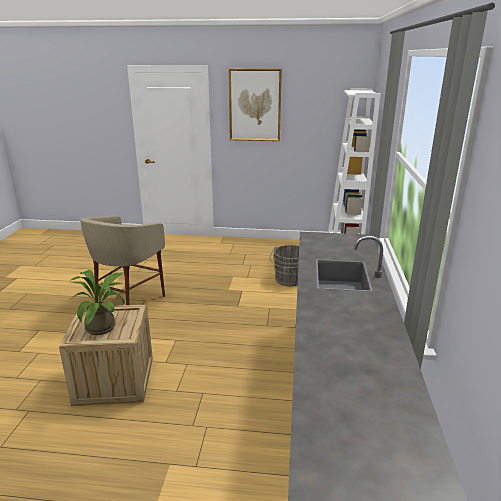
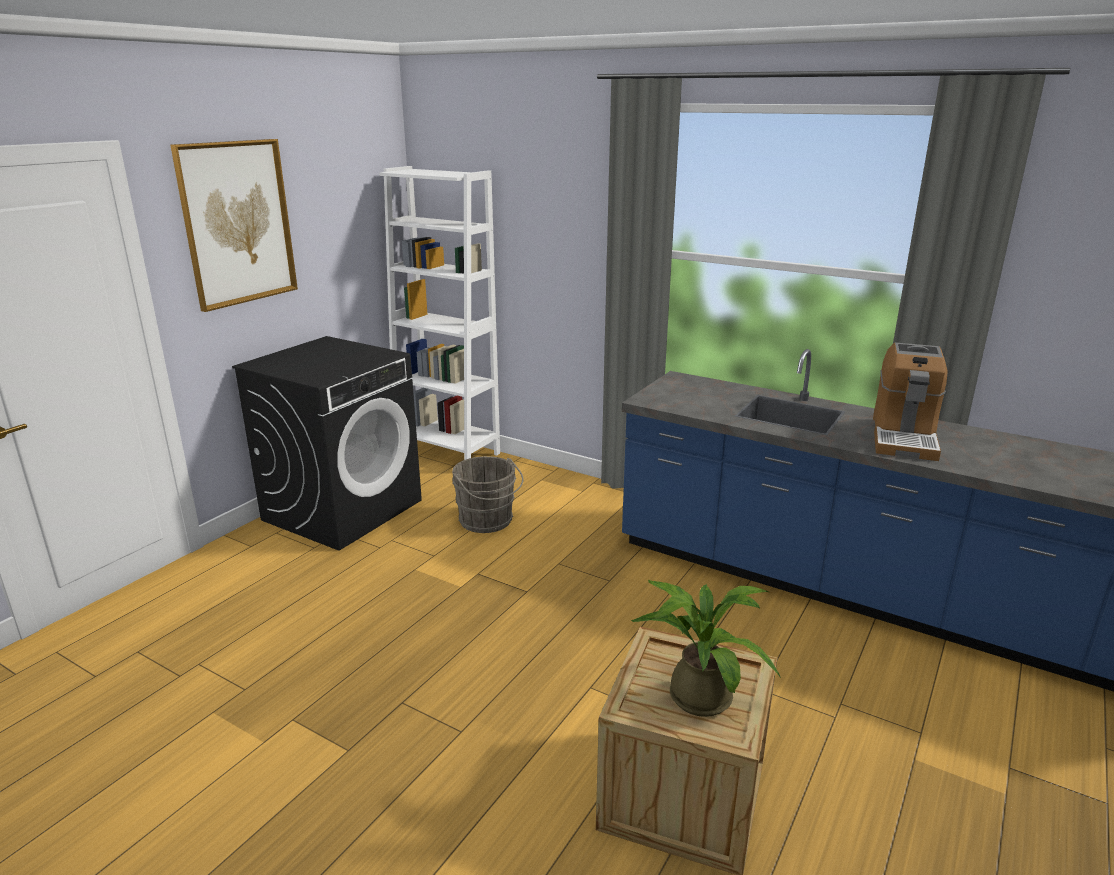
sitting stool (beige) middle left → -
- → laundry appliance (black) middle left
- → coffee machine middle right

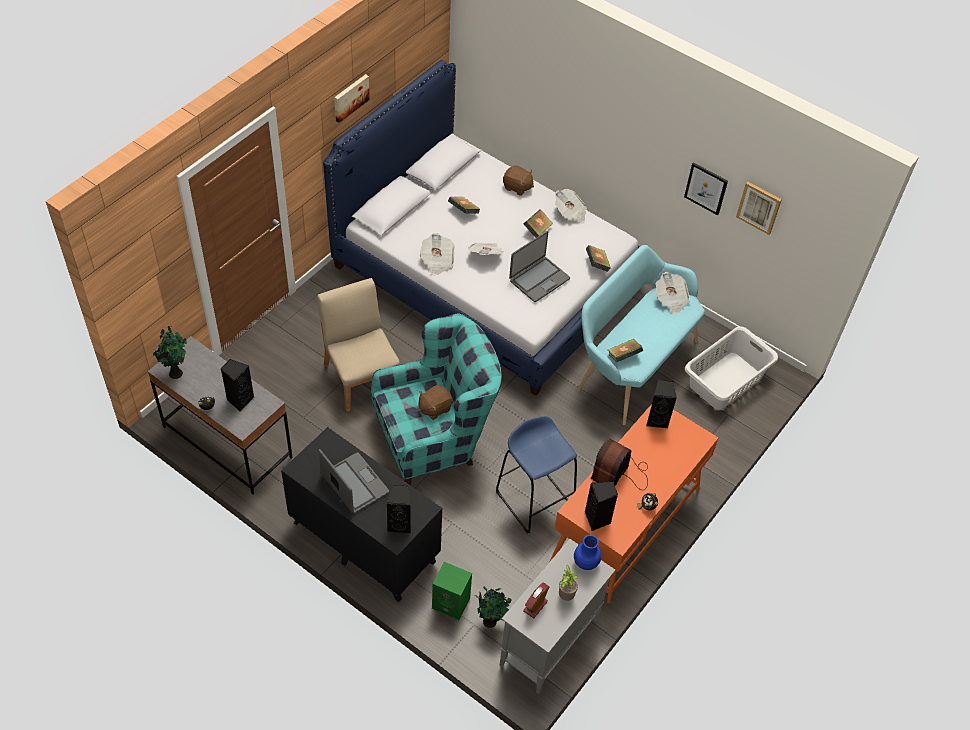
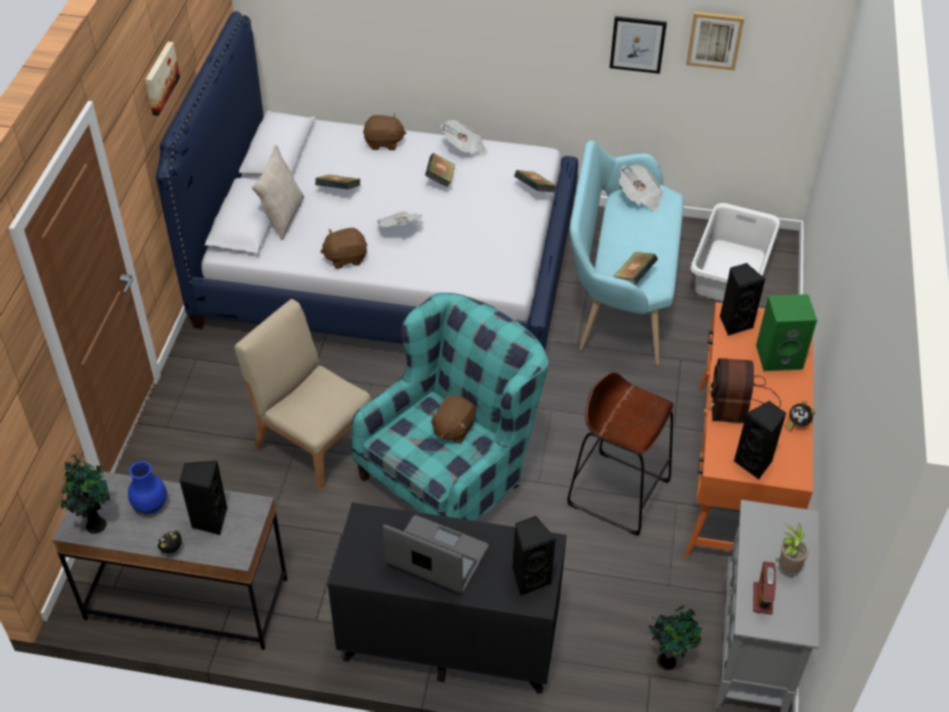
notebook computer (no. 2 from left) centre → -
- → cushion (beige) top left
audio speaker (green-coloured) bottom centre → audio speaker (green-coloured) middle right, relocated
flower vase (bluish) bottom centre → flower vase (bluish) bottom left, relocated
printed paper (no. 1 from left) centre → cuddly toy (brownish) (no. 1 from left) centre
sitting stool (bluish) centre → sitting stool (brownish) centre

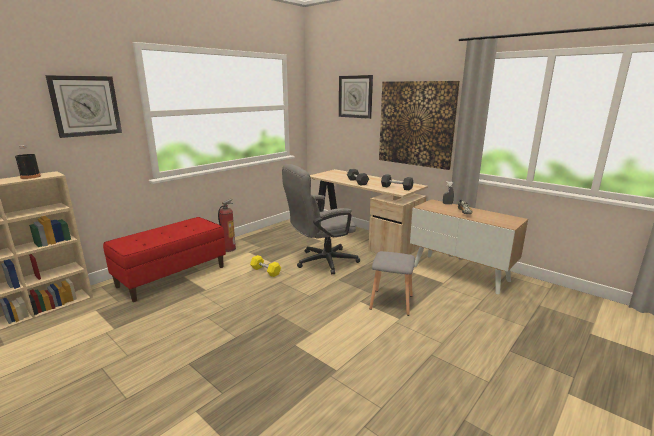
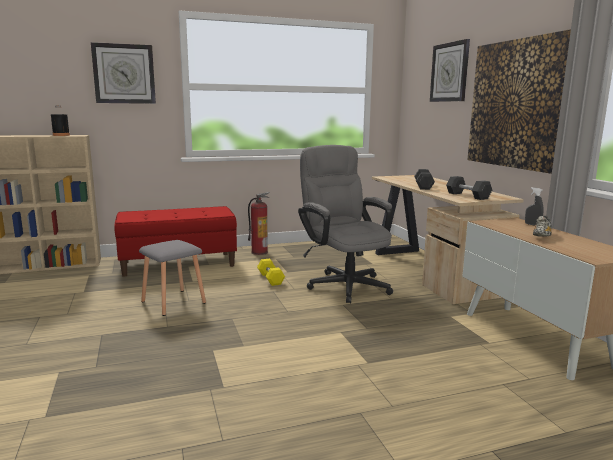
sitting stool (grey) centre → sitting stool (grey) middle left, relocated
computer chair (grey) centre, 60 degrees clockwise

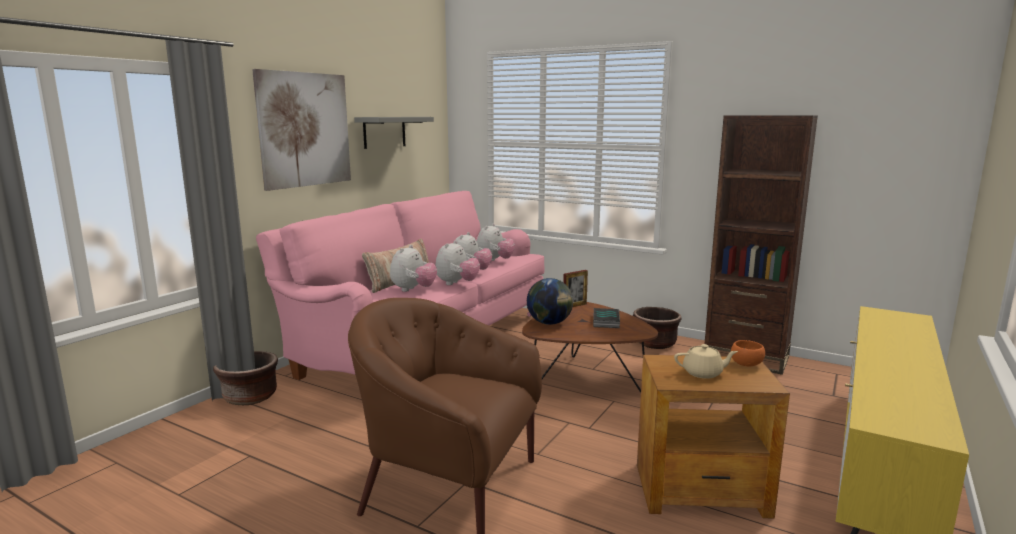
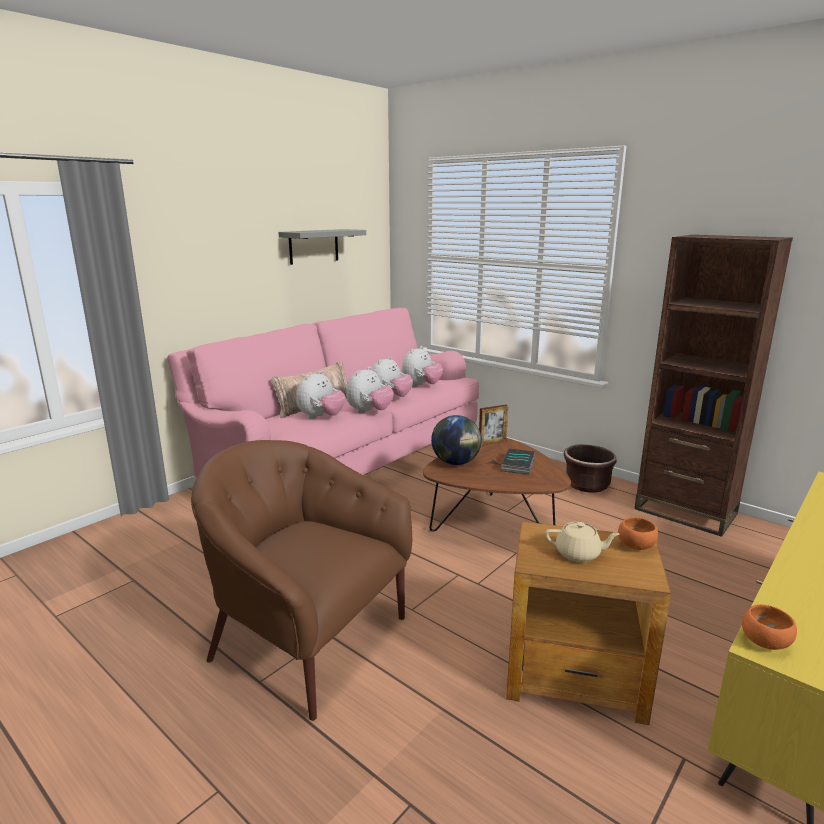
plant pot (brownish) (no. 1 from left) bottom left → -
picture top left → -
- → deep dish (orangey) (no. 2 from left) bottom right

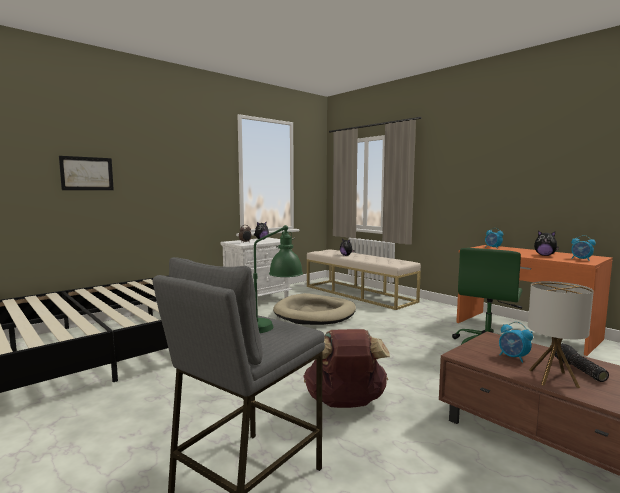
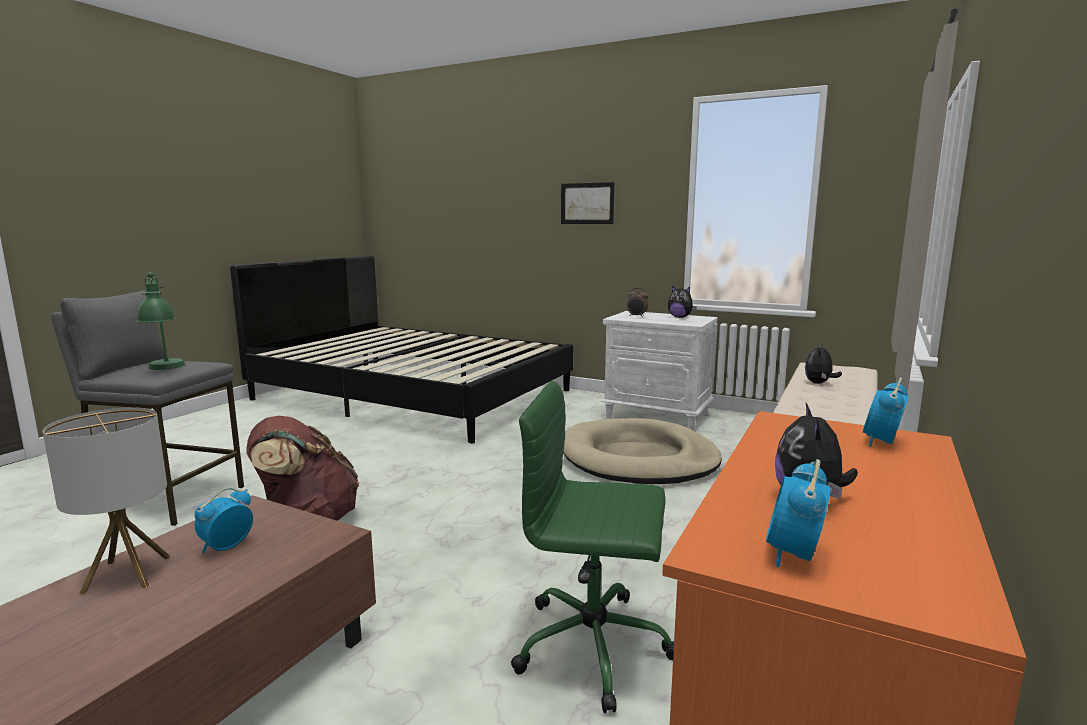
torch bottom right → -
picture middle left → picture top centre, relocated

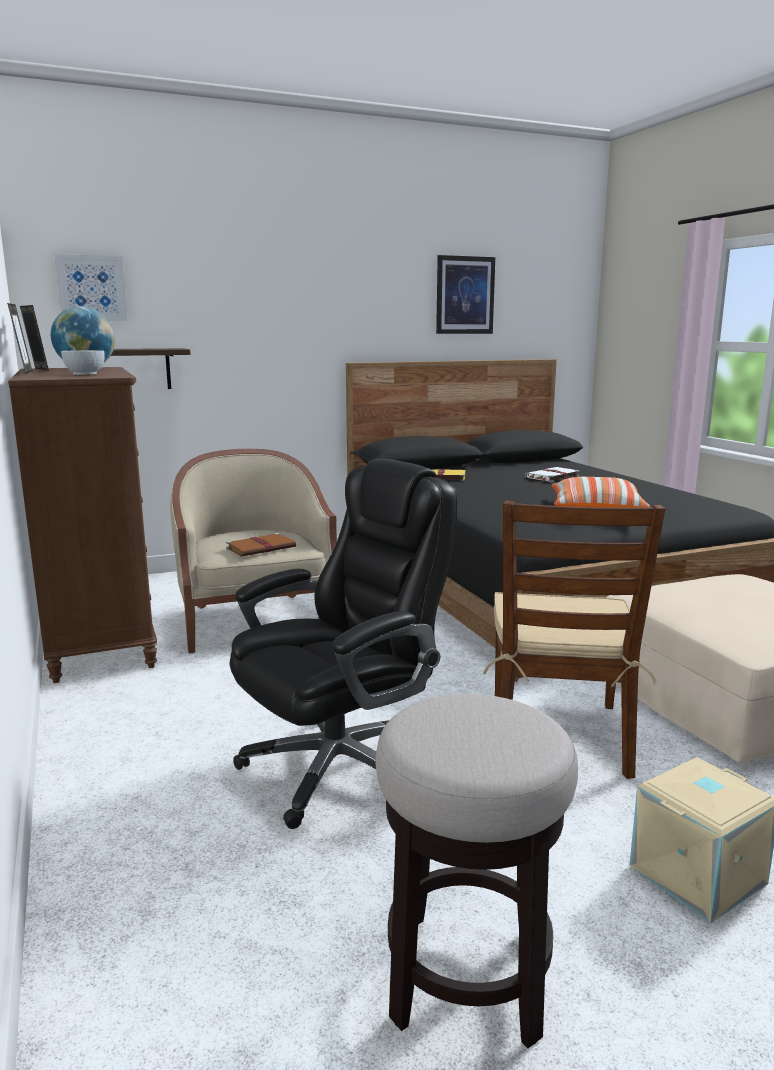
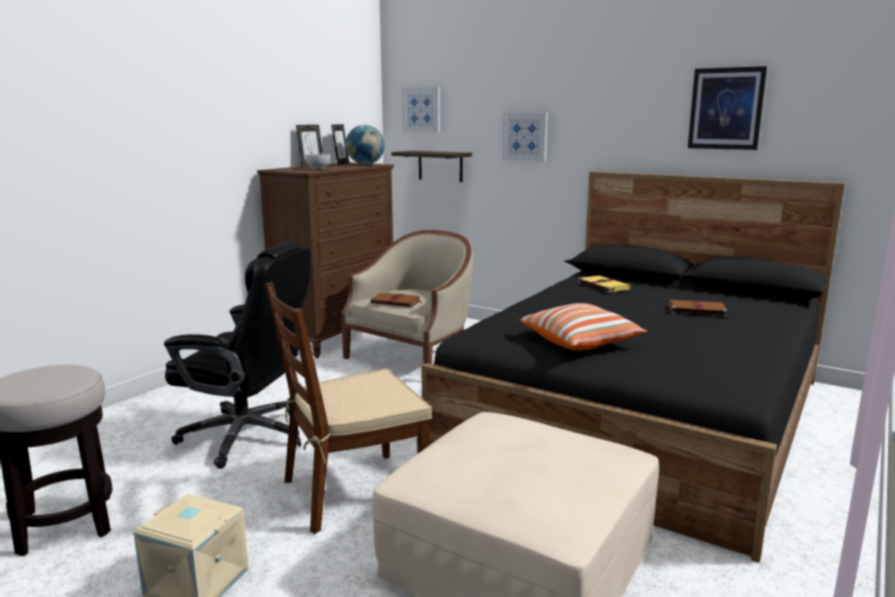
- → picture (no. 2 from left) top centre
volume (whitish) middle right → volume (brownish) (no. 2 from left) middle right

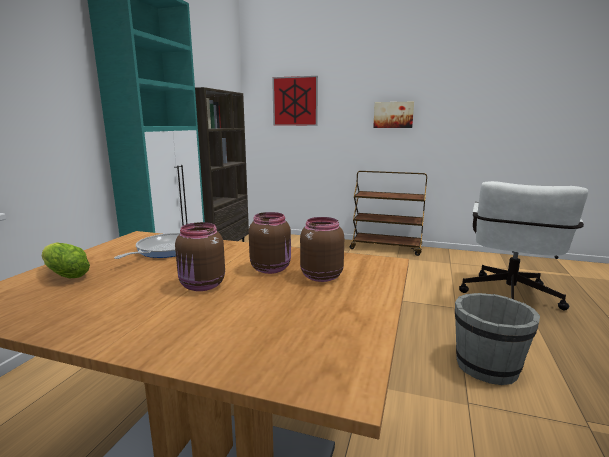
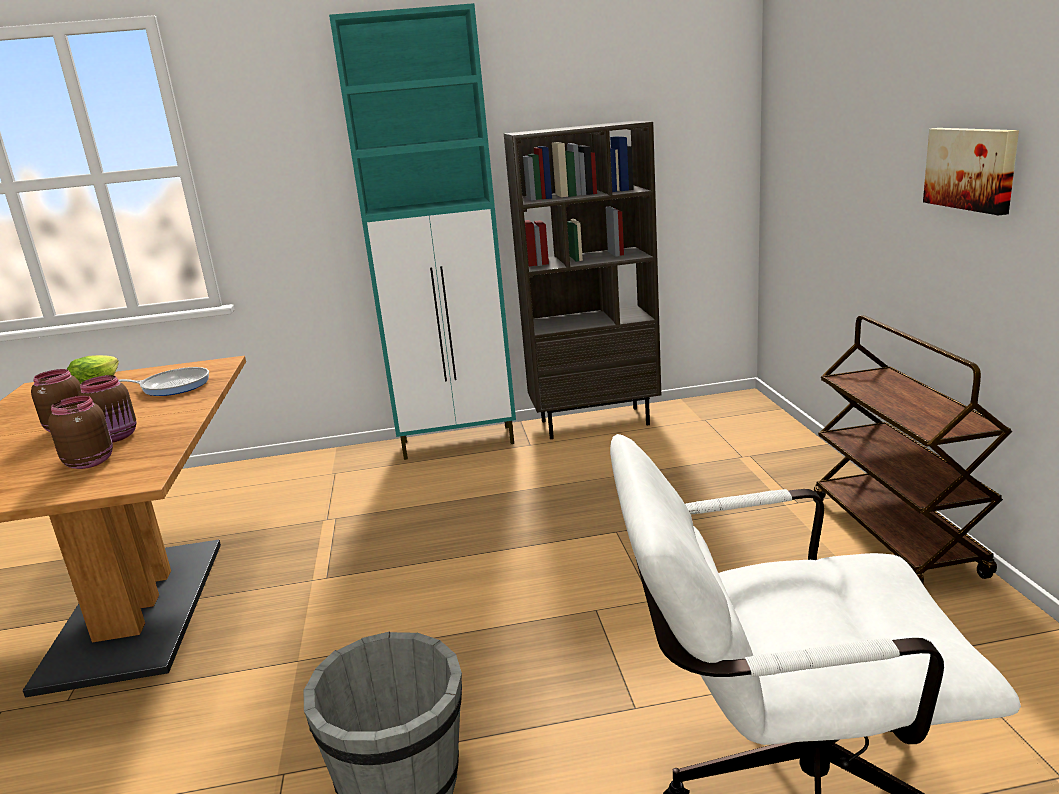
picture (no. 1 from left) top centre → -

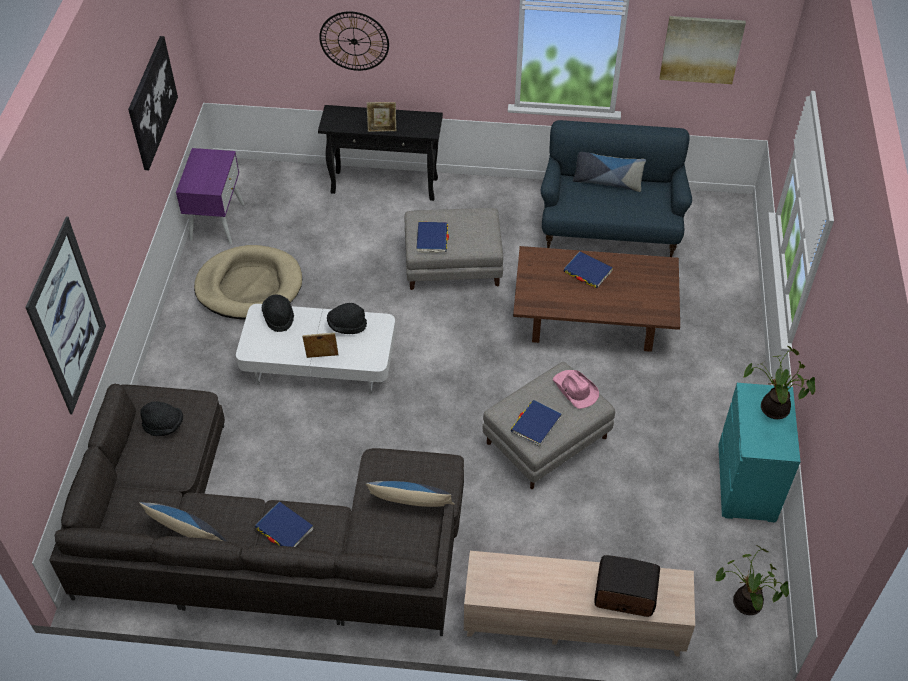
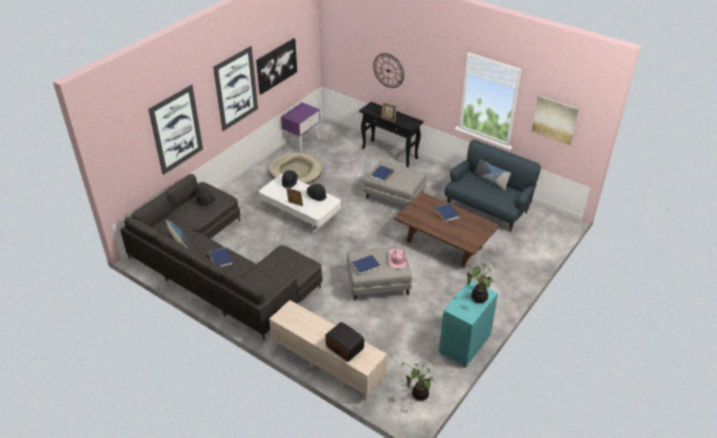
cushion (no. 2 from left) bottom centre → -
- → picture (no. 2 from left) top left

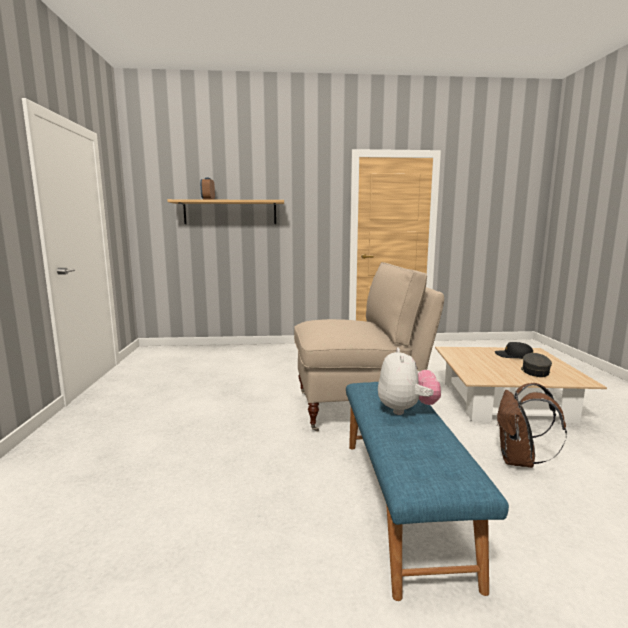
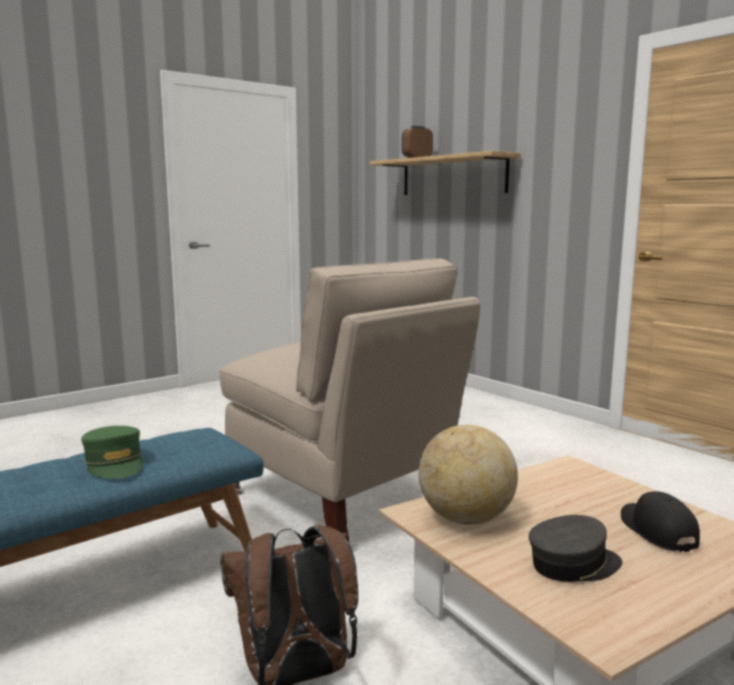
- → desk globe bottom centre
cuddly toy centre → baseball cap (green-coloured) middle left

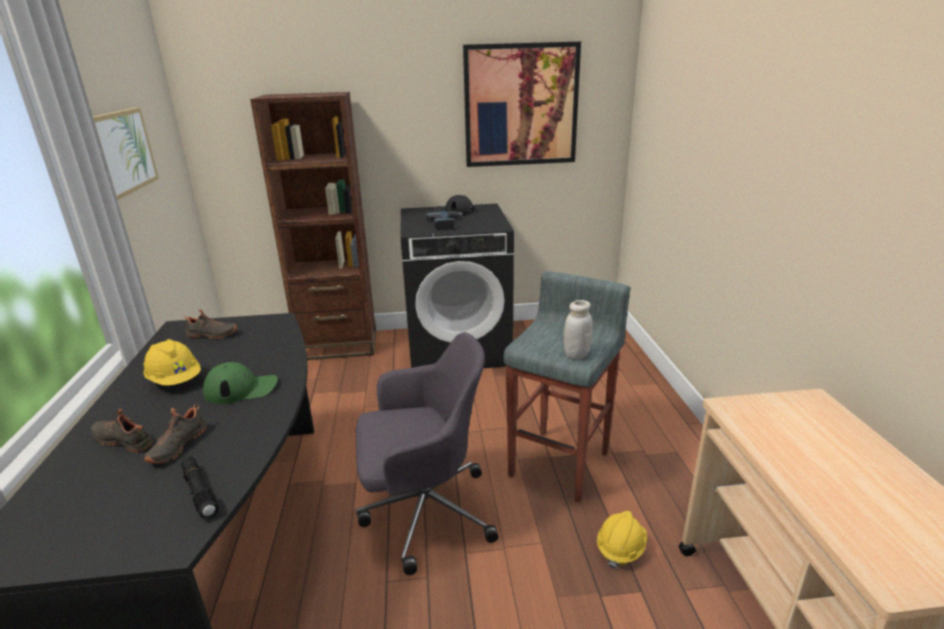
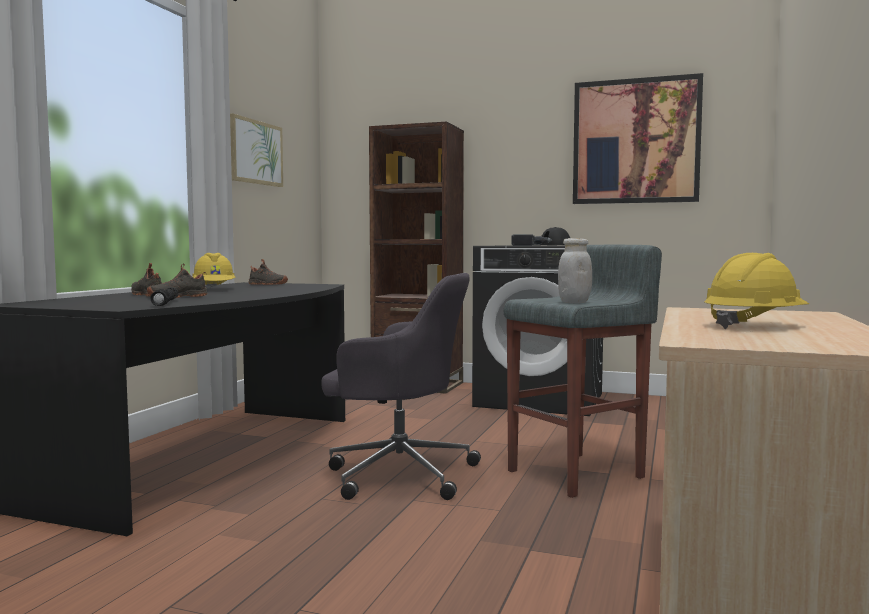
baseball cap (green-coloured) middle left → -
hard hat (yellow) (no. 2 from left) bottom centre → hard hat (yellow) (no. 2 from left) middle right, relocated

